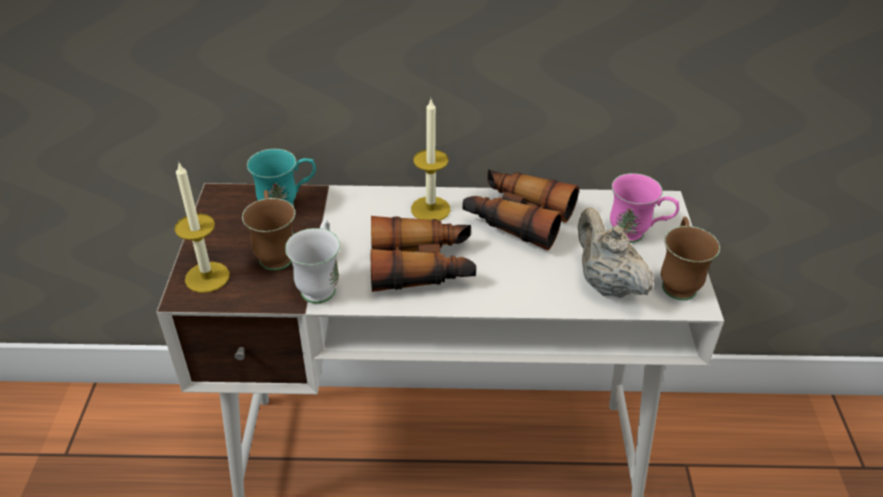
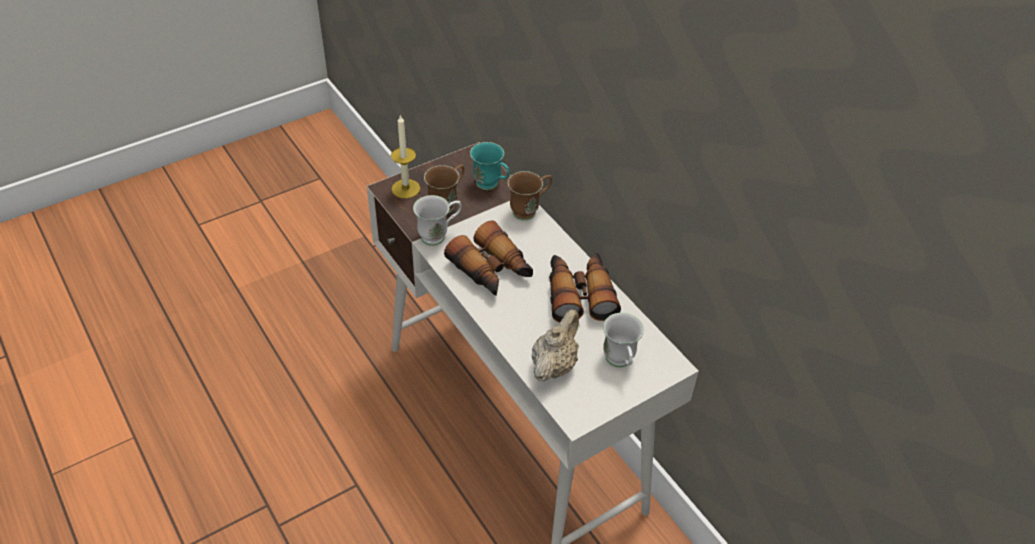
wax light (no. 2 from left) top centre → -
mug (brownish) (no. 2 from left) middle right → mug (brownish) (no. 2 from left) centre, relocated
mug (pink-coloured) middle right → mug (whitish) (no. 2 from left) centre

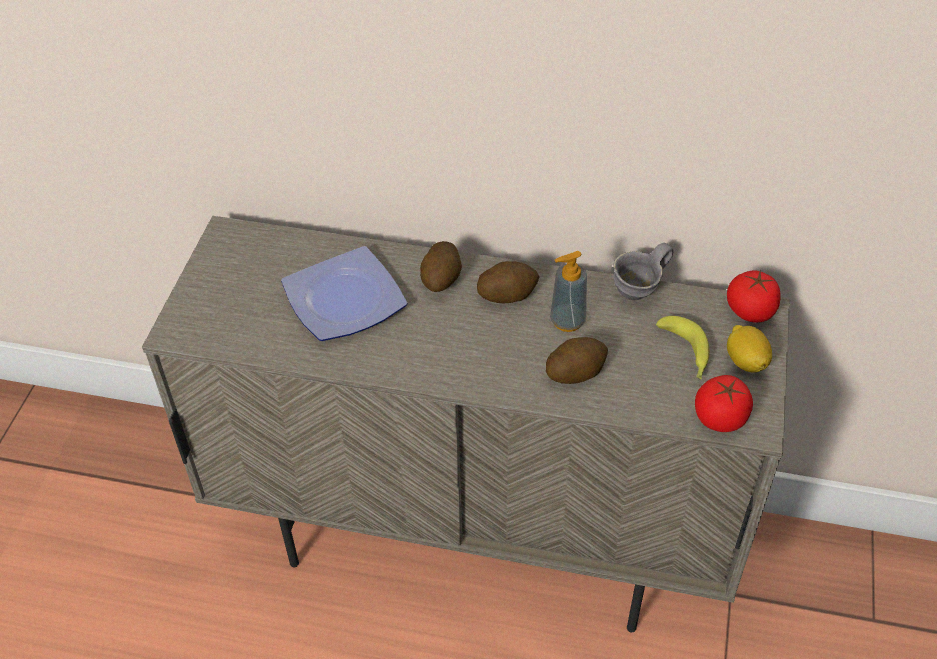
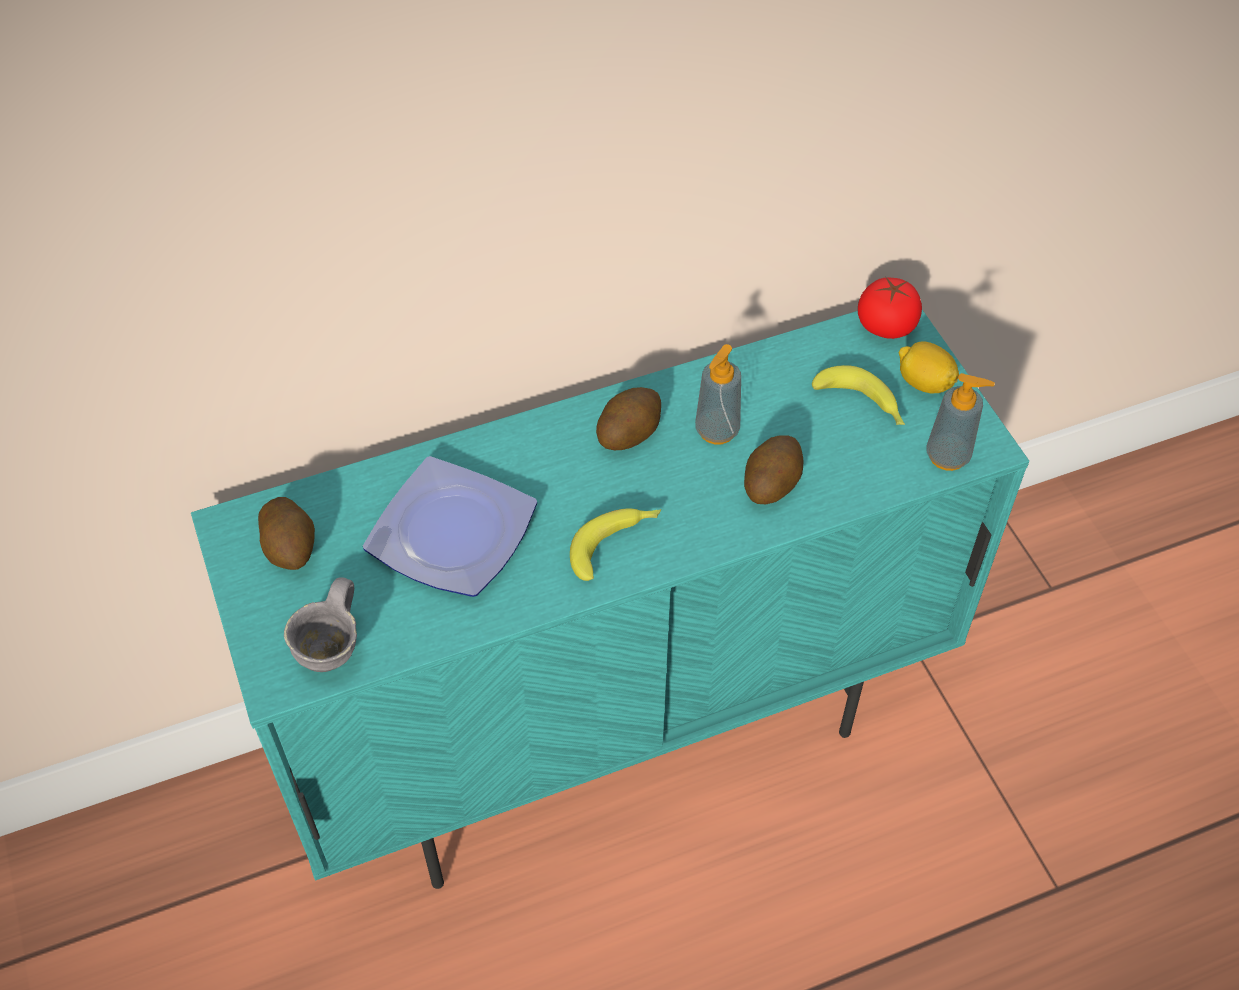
- → banana fruit (no. 1 from left) centre
potato (no. 1 from left) centre → potato (no. 1 from left) middle left, relocated
mug (grey) middle right → mug (grey) middle left, relocated
fresh tomato (no. 1 from left) middle right → soap dispenser (no. 2 from left) middle right
storage cabinet (beige) centre → storage cabinet (turquoise) centre

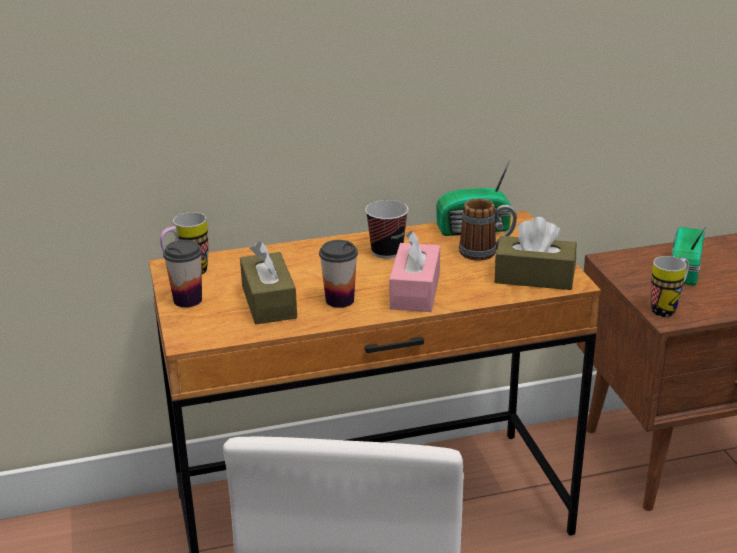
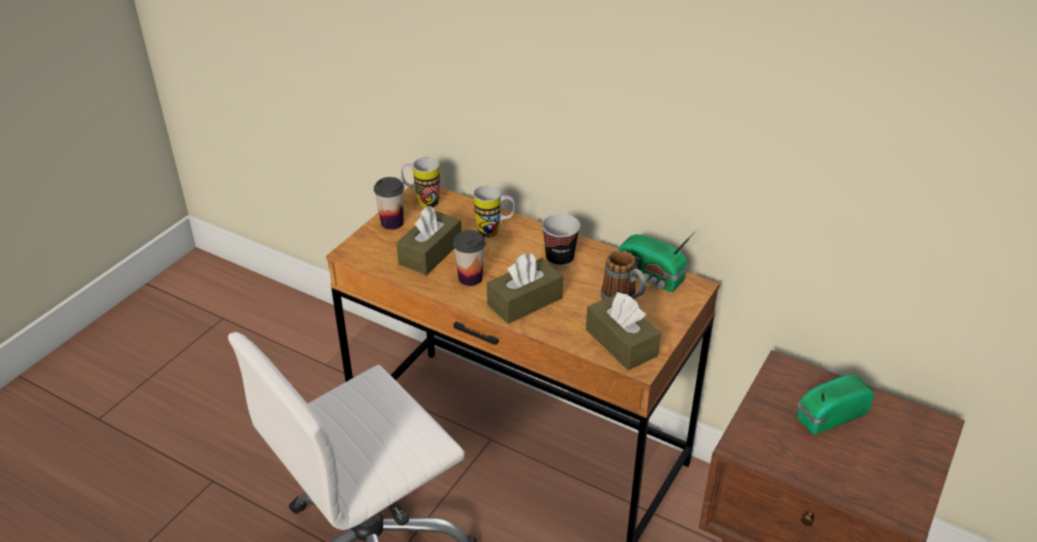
mug (no. 3 from left in the first image) middle right → mug (no. 2 from left) centre, relocated
box of tissues (pink-coloured) centre → box of tissues (brownish) (no. 2 from left) centre

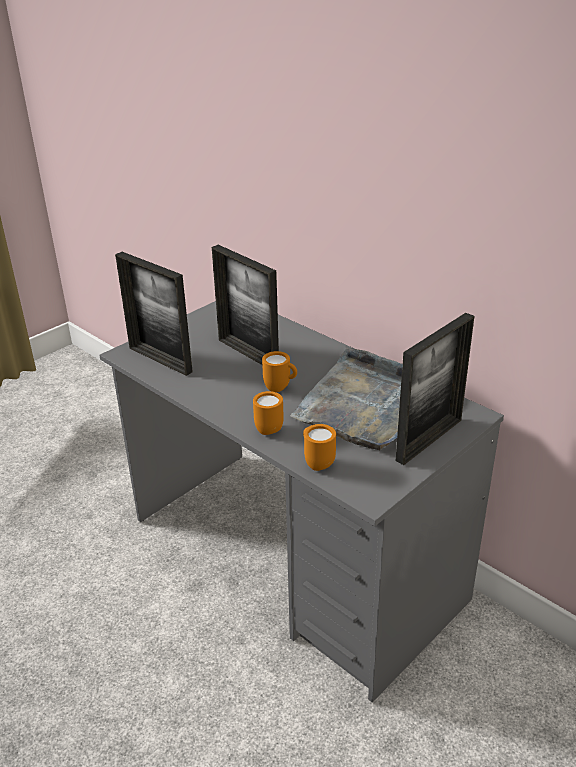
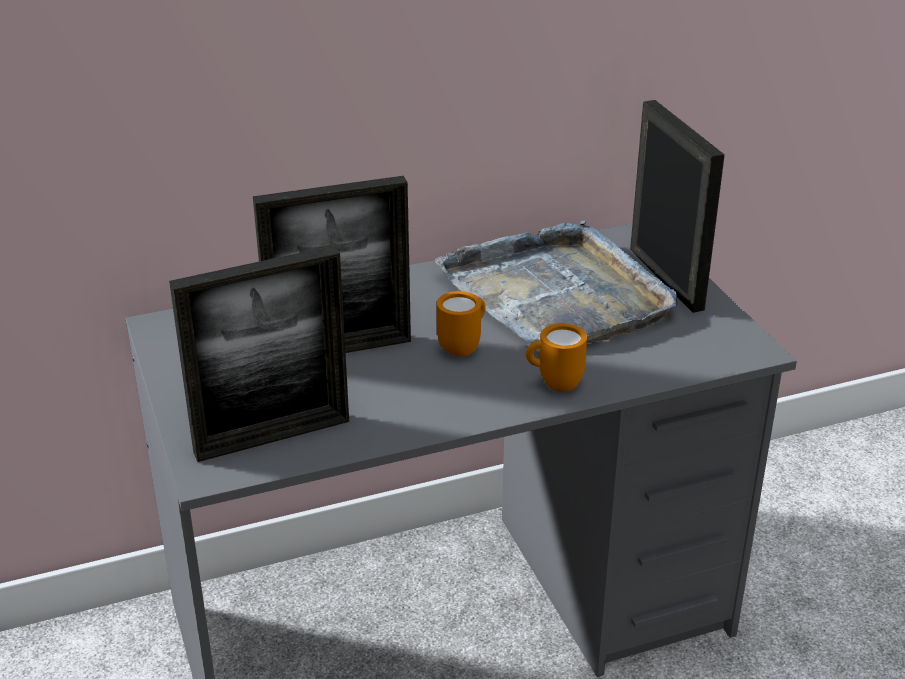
mug (orangey) (no. 3 from left) centre → -

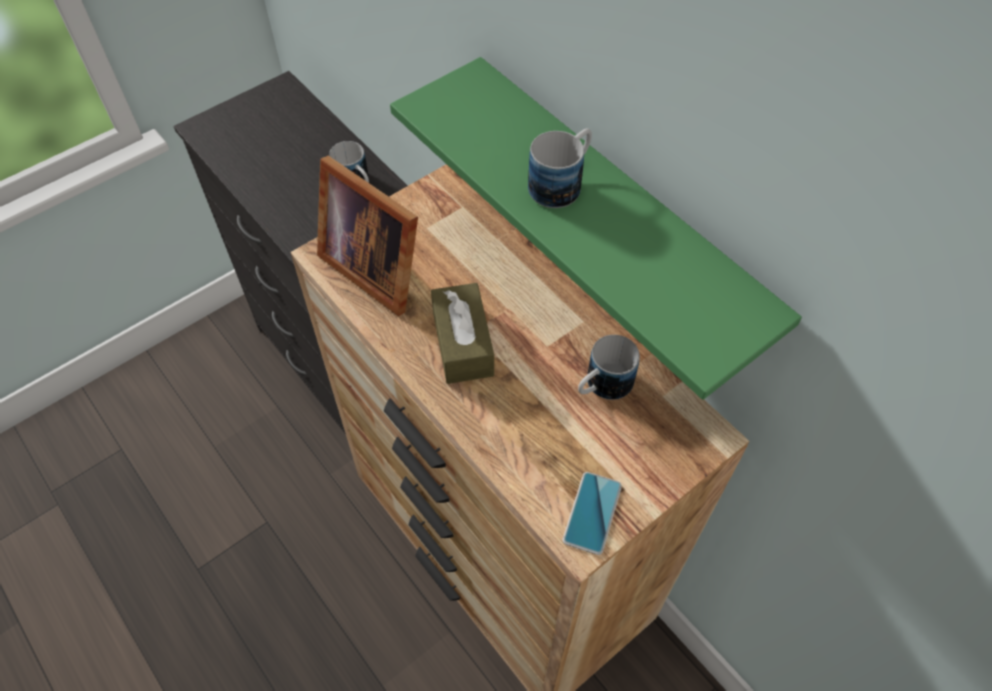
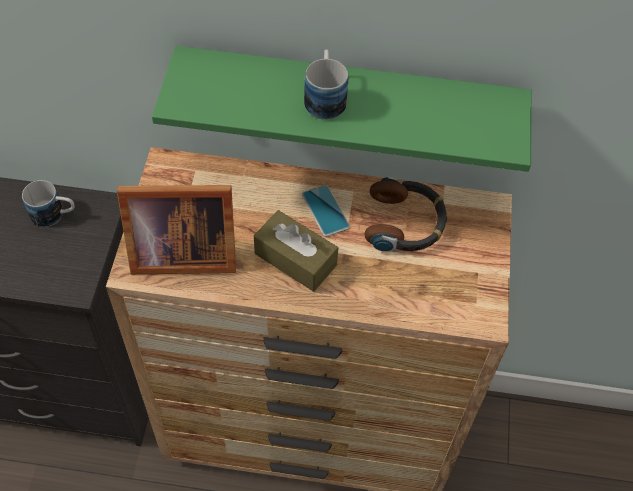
telephone bottom centre → telephone centre, relocated
mug (no. 3 from left) centre → pair of headphones centre

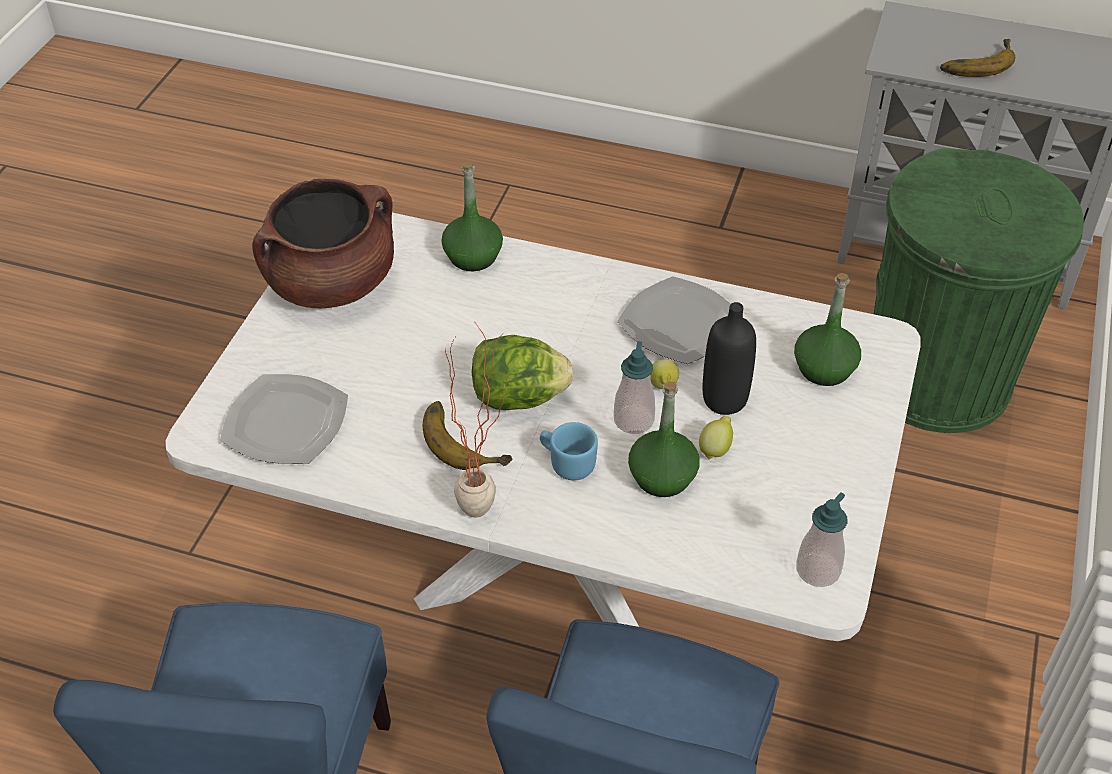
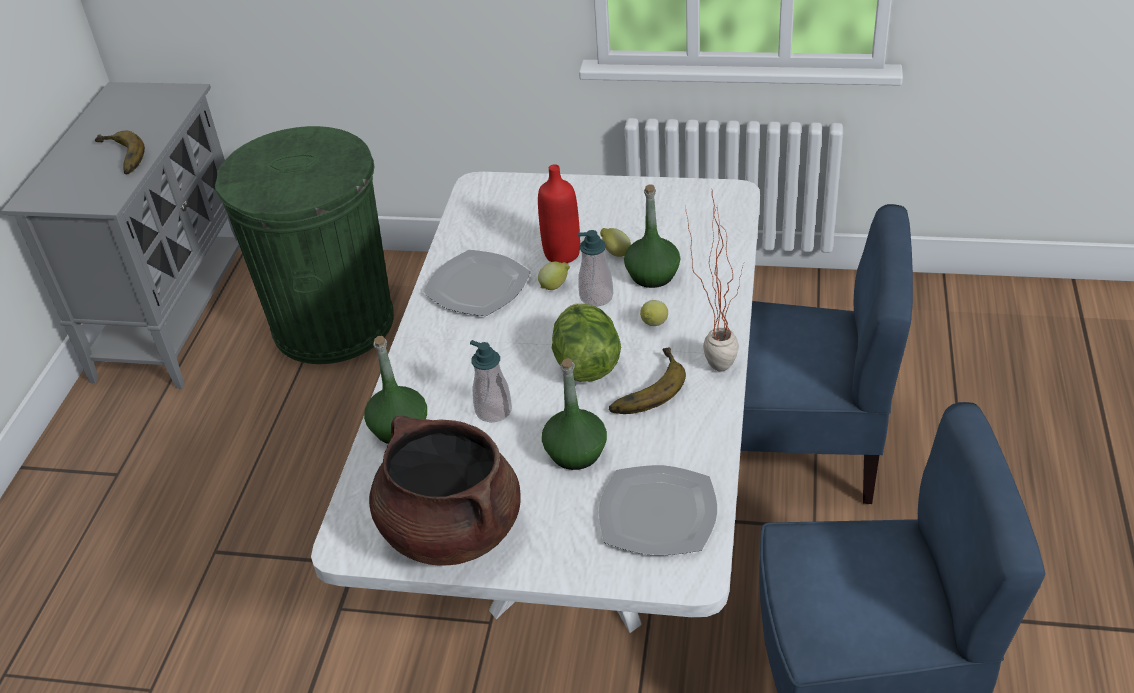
drink bottle (green-coloured) (no. 3 from left in the first image) middle right → drink bottle (green-coloured) (no. 2 from left) centre, relocated
soap dispenser (no. 2 from left in the first image) bottom right → soap dispenser (no. 1 from left) centre, relocated
mug (bluish) centre → citrus fruit (no. 3 from left) centre
drink bottle (black) centre → drink bottle (red) top centre

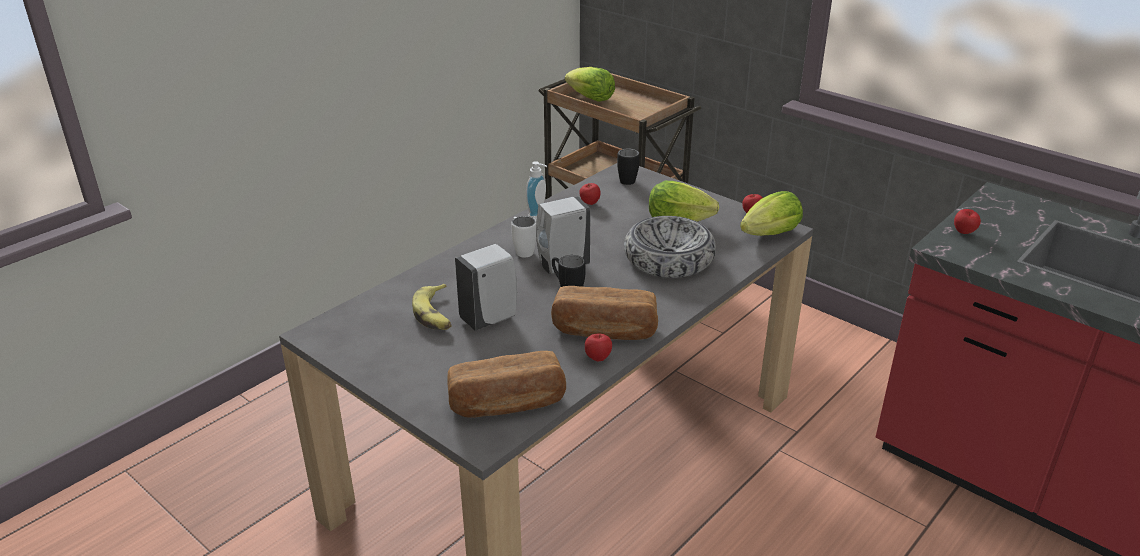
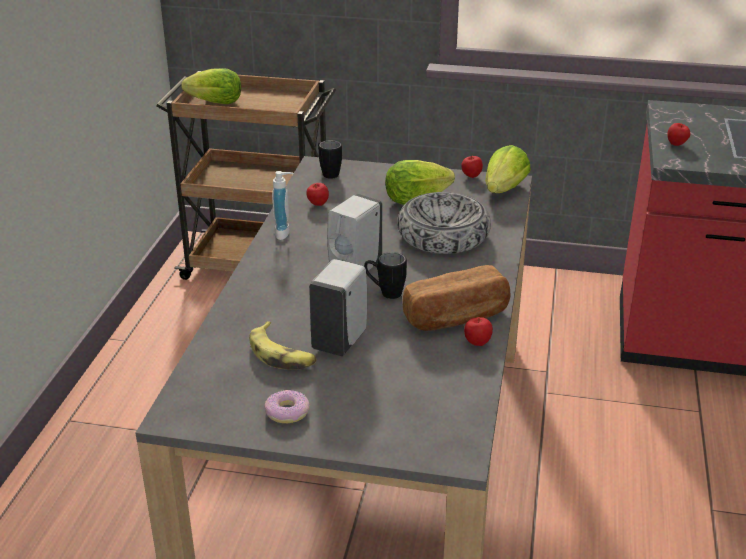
bread (no. 1 from left) bottom centre → -
mug (whitish) centre → -
- → doughnut bottom centre

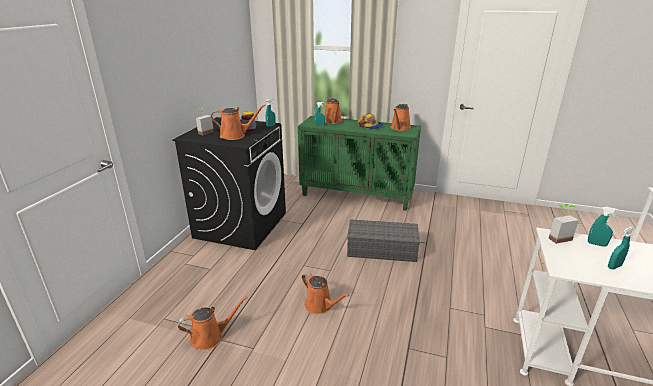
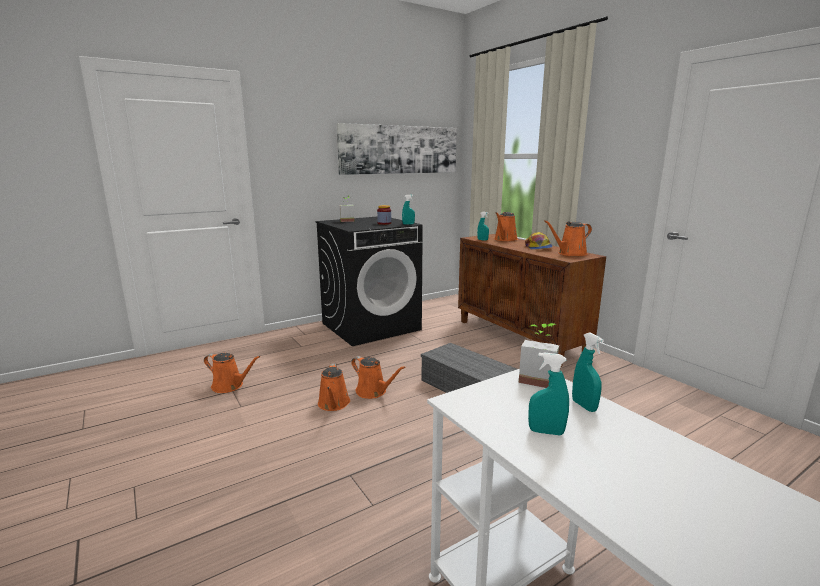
- → picture top centre
watering can (orangey) (no. 2 from left in the first image) top centre → watering can (orangey) (no. 3 from left) centre, relocated
storage cabinet (green-coloured) centre → storage cabinet (brownish) centre

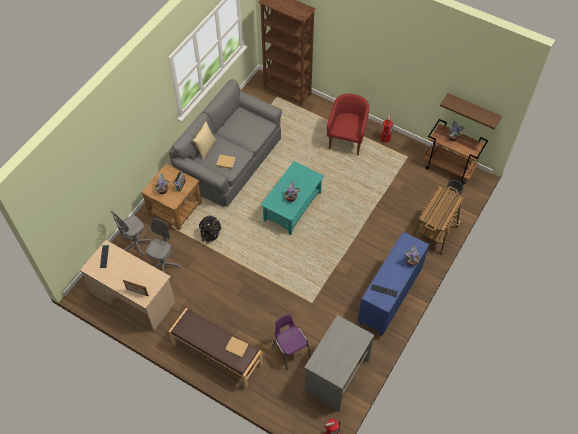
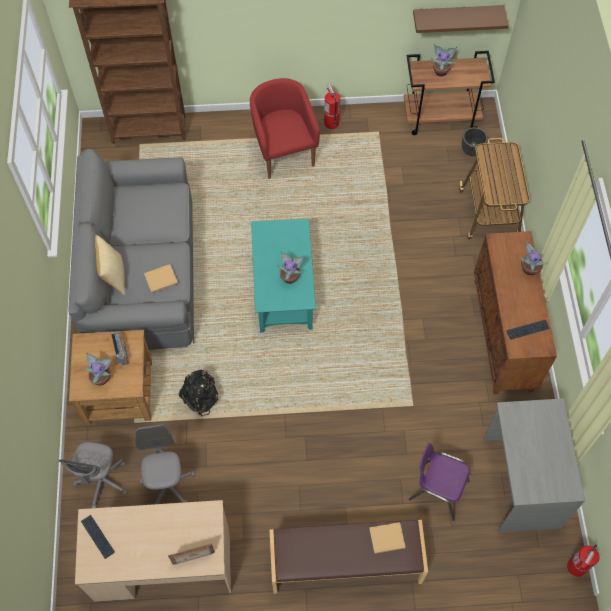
storage cabinet (bluish) middle right → storage cabinet (brownish) middle right

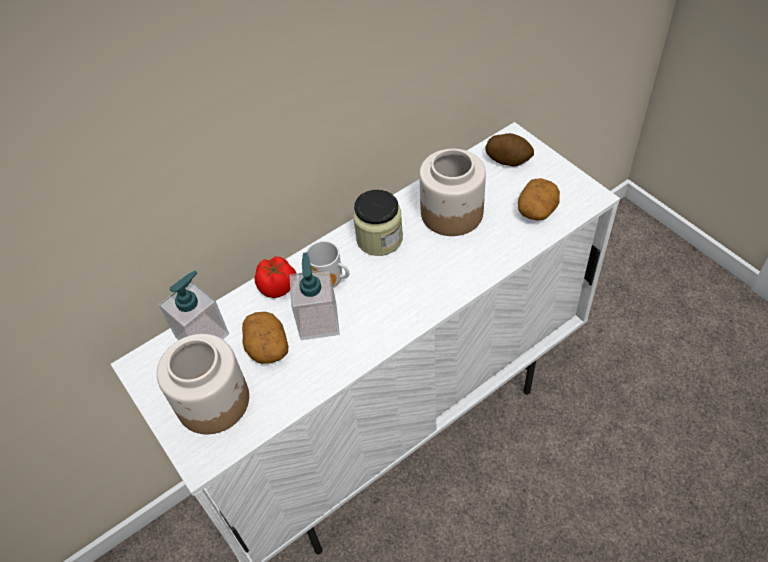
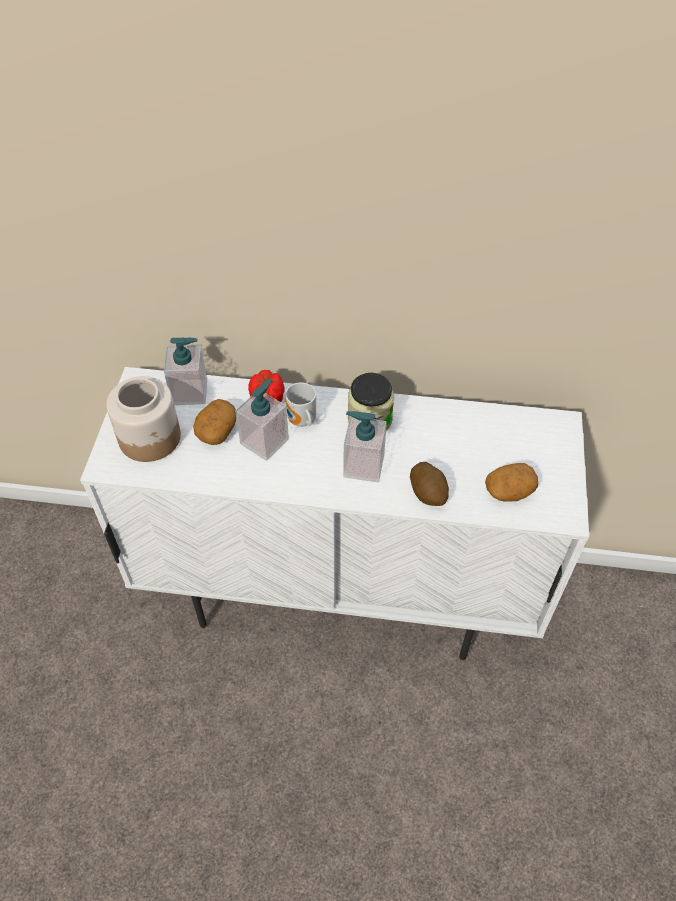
preserve jar (no. 3 from left) centre → -
- → soap dispenser (no. 3 from left) centre
potato (no. 2 from left) top centre → potato (no. 2 from left) centre, relocated

